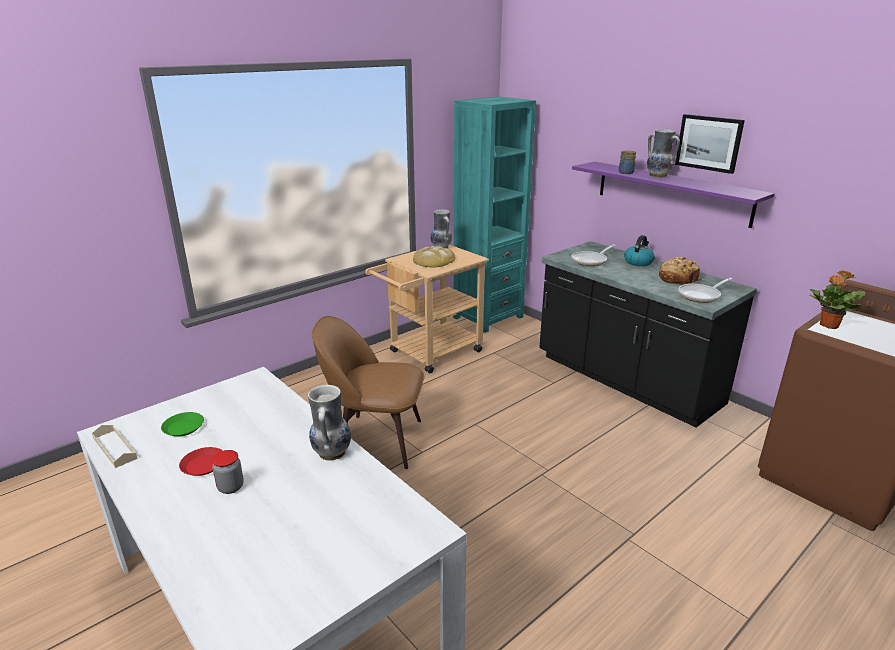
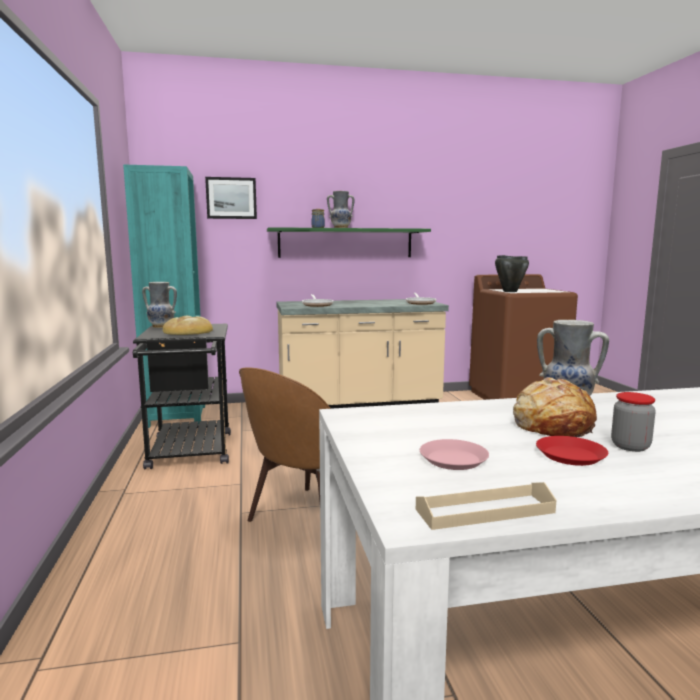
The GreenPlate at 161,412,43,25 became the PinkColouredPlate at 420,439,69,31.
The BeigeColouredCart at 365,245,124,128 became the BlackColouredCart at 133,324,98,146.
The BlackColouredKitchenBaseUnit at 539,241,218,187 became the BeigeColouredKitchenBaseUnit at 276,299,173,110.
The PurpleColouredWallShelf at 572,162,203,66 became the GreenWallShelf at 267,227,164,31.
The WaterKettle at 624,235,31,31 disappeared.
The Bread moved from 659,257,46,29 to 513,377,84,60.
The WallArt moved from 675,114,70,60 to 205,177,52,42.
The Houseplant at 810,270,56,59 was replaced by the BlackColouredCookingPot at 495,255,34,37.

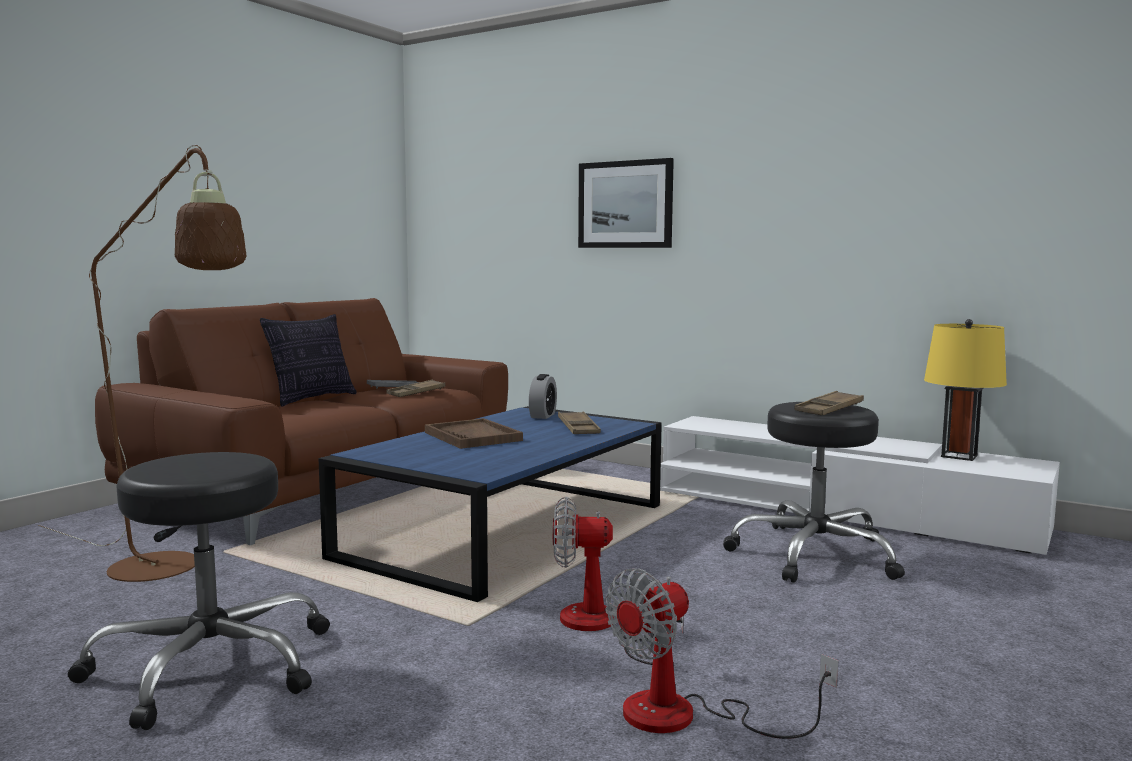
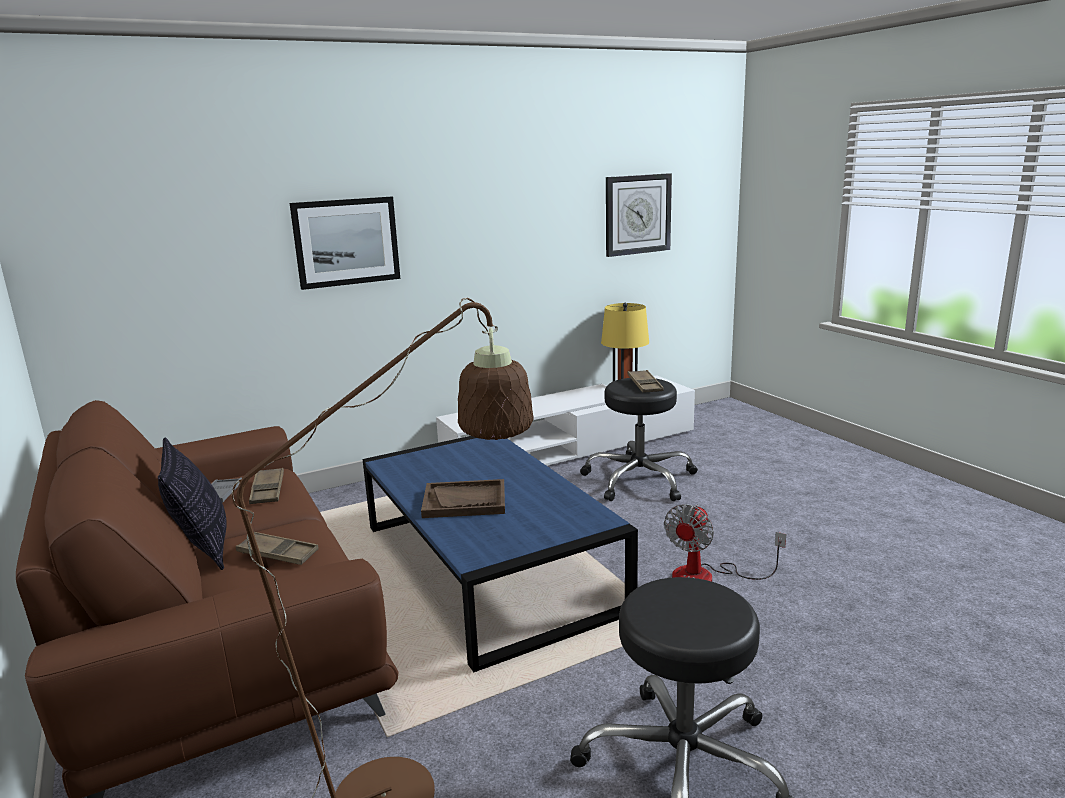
The AlarmClock at 529,374,28,45 disappeared.
The BrownColouredCarryingTray moved from 558,411,43,23 to 236,532,82,33.
The CoolingFan at 605,569,233,170 disappeared.
The HangingClock at 606,173,66,84 appeared.

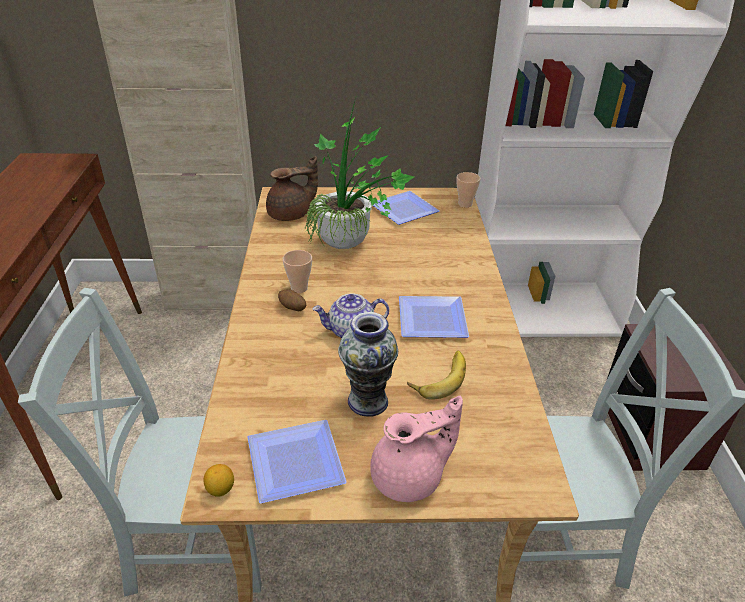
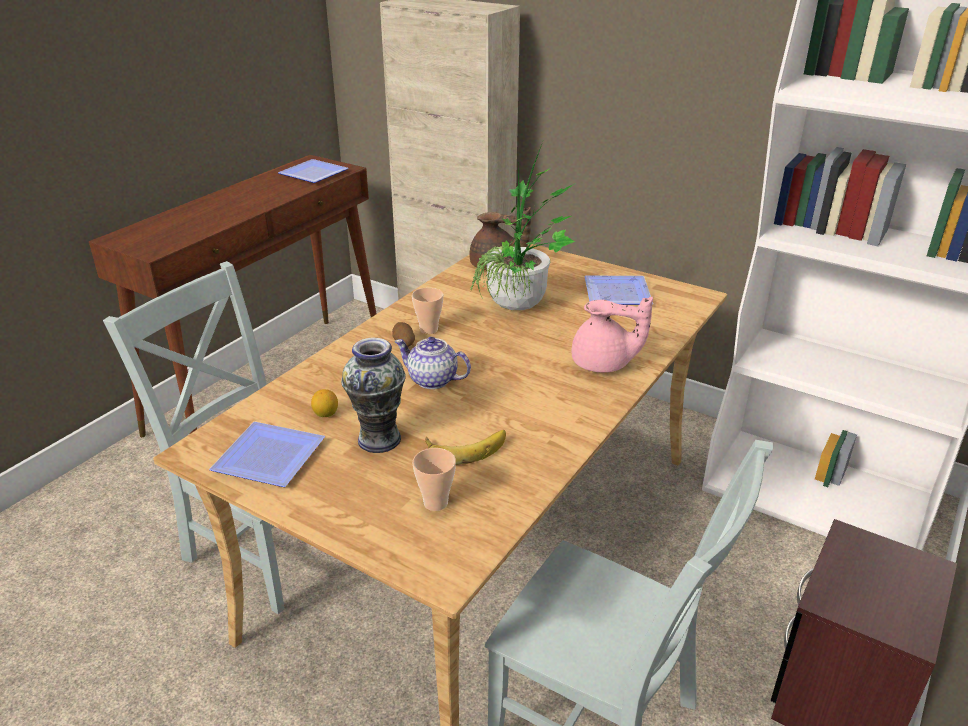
The WholeLemon moved from 204,464,30,33 to 311,389,27,28.
The PinkColouredTeaPot moved from 370,396,93,106 to 571,297,82,76.
The Plate moved from 399,296,70,42 to 278,159,71,24.
The SmallCup moved from 456,172,25,36 to 413,448,43,63.

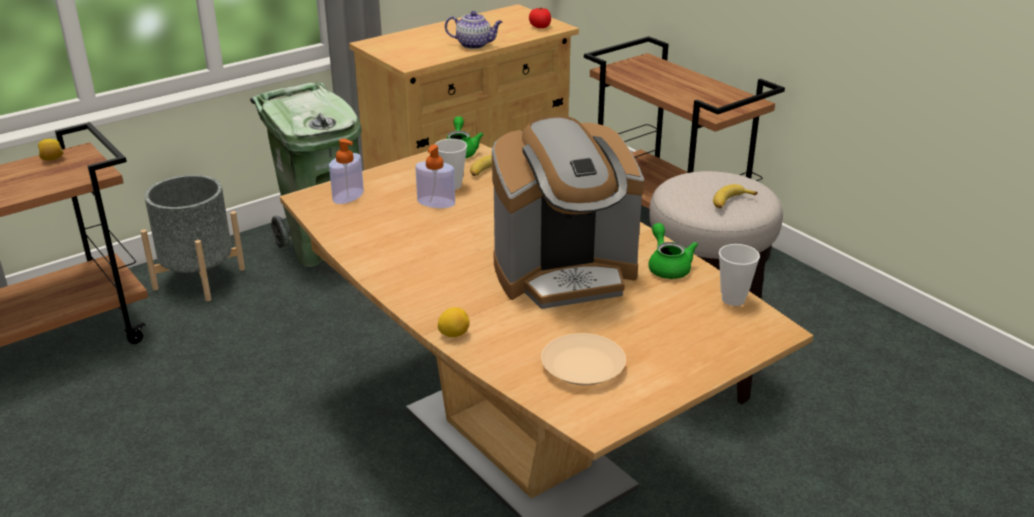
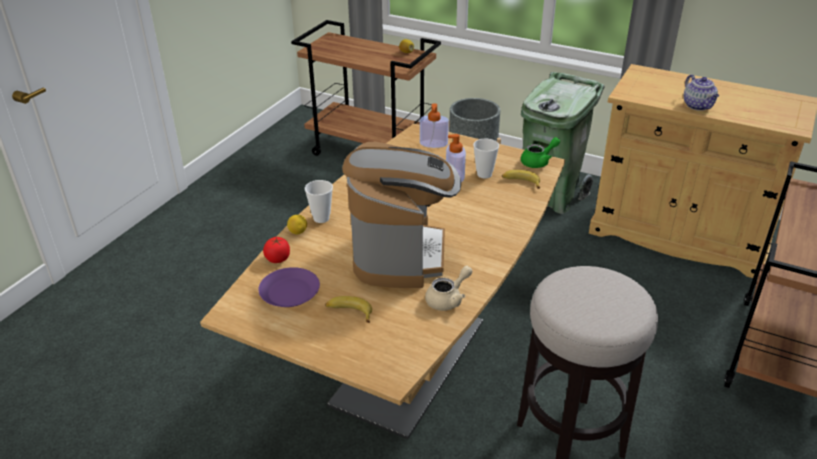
The CoffeeMachine at 492,116,152,193 turned 135 degrees counterclockwise.
The WholeTomato moved from 529,8,22,20 to 263,237,27,26.
The BeigeColouredPlate at 541,333,85,53 became the PurpleColouredPlate at 258,267,62,40.
The GreenTeaPot at 648,223,50,56 became the BeigeColouredTeaPot at 425,266,47,45.
The WholeBanana moved from 713,184,45,25 to 325,296,47,27.
The SmallCup moved from 719,244,41,62 to 305,180,28,43.

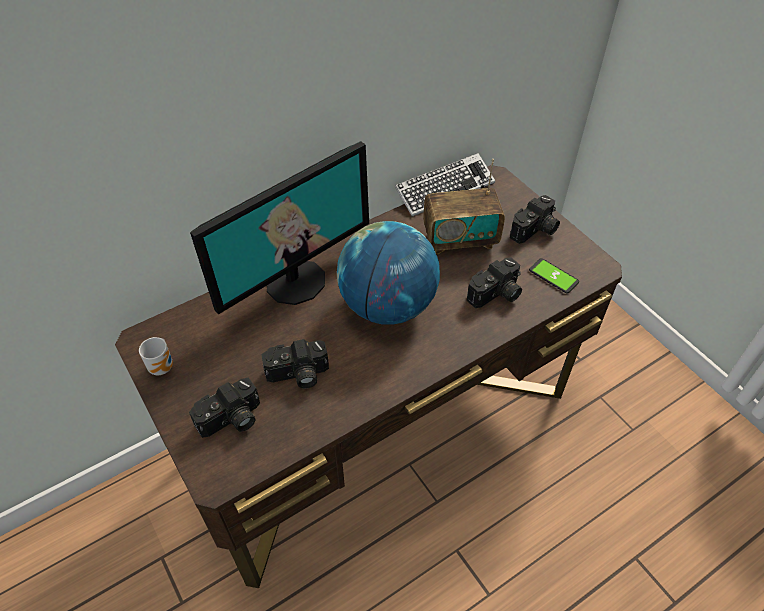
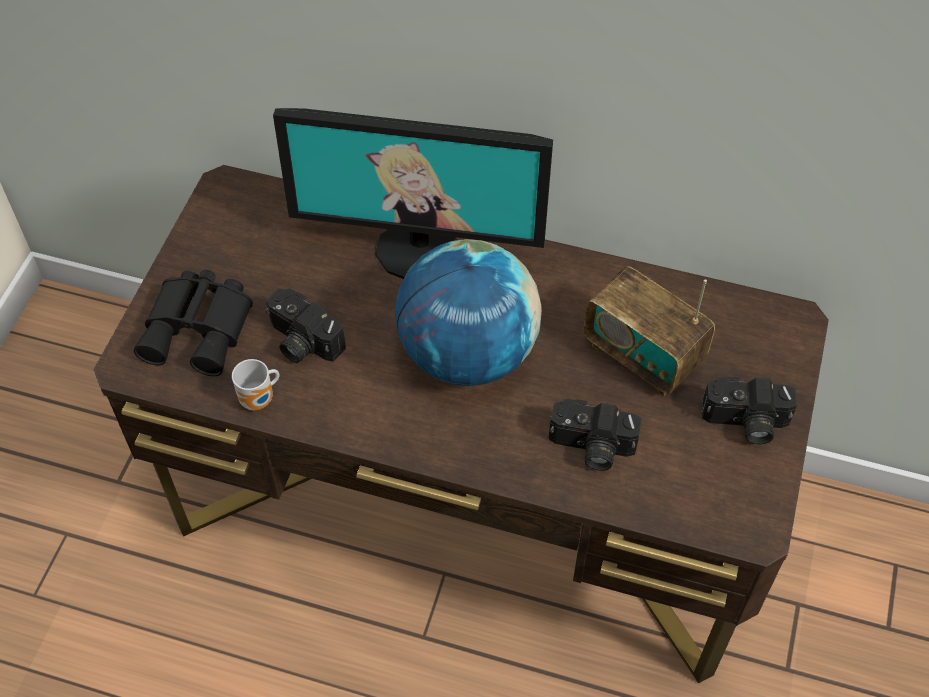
The CoffeeMug moved from 139,337,34,38 to 232,359,48,51.
The StillCamera at 189,377,71,61 was replaced by the BlackColouredFieldGlasses at 134,270,119,106.
The ComputerKeyboard at 395,153,100,64 disappeared.
The Phone at 529,258,50,35 disappeared.

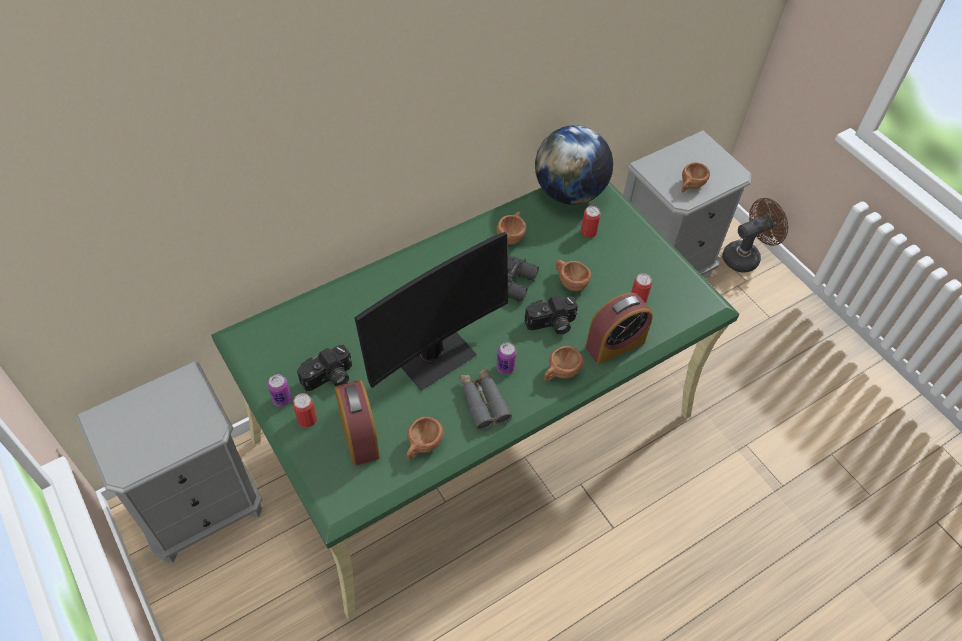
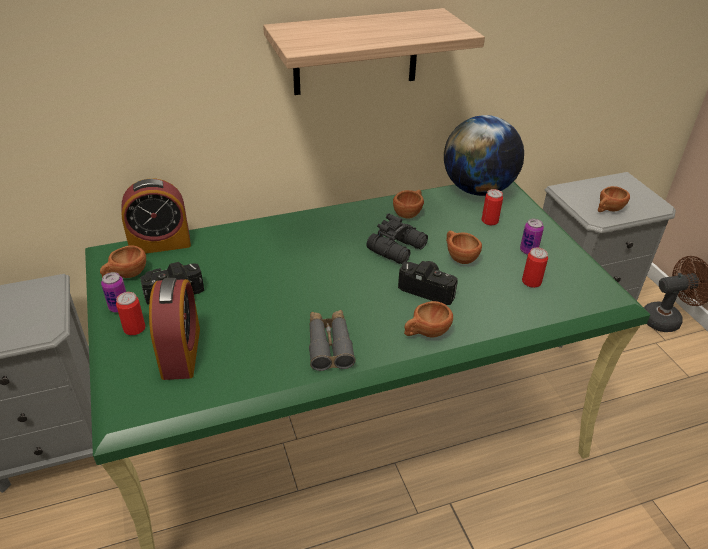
The ComputerScreen at 354,232,154,159 disappeared.
The BrownColouredSmallCup moved from 407,417,36,43 to 100,245,46,33.
The Can moved from 497,342,20,32 to 520,219,24,36.
The StillCamera at 524,295,54,39 turned 150 degrees counterclockwise.
The AlarmClock moved from 585,293,68,71 to 121,179,70,75.
The WallShelf at 263,8,222,87 appeared.

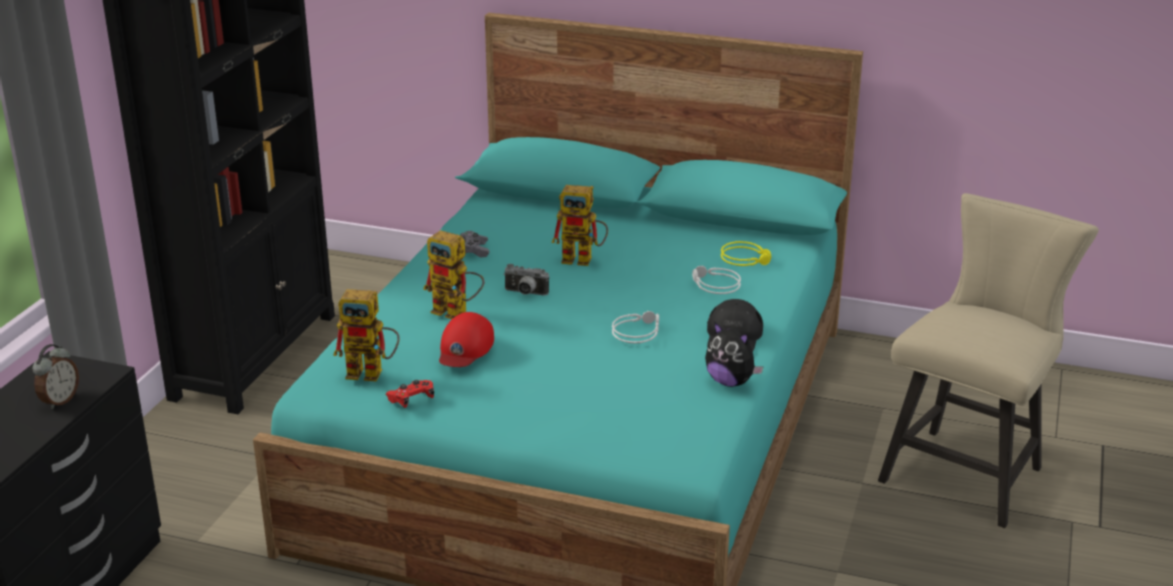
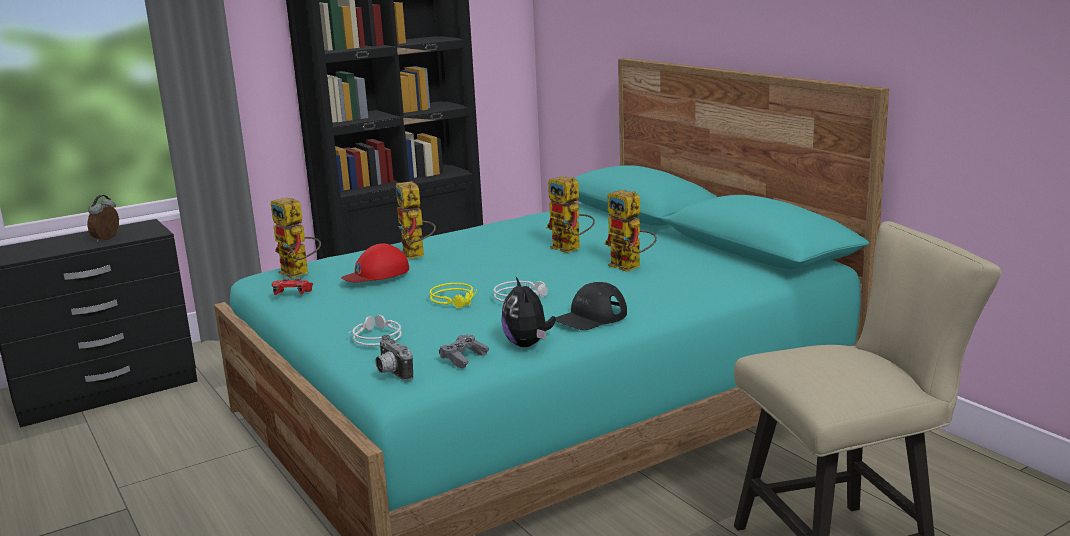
The AlarmClock at 32,344,47,65 turned 135 degrees clockwise.
The GrayGamepad moved from 461,231,29,26 to 439,335,50,33.
The StillCamera moved from 503,264,46,31 to 375,335,38,46.
The GrayPairOfHeadphones moved from 692,265,49,29 to 349,315,53,31.
The YellowPairOfHeadphones moved from 721,241,50,25 to 430,283,47,25.
The RobotFigure at 604,190,53,82 appeared.

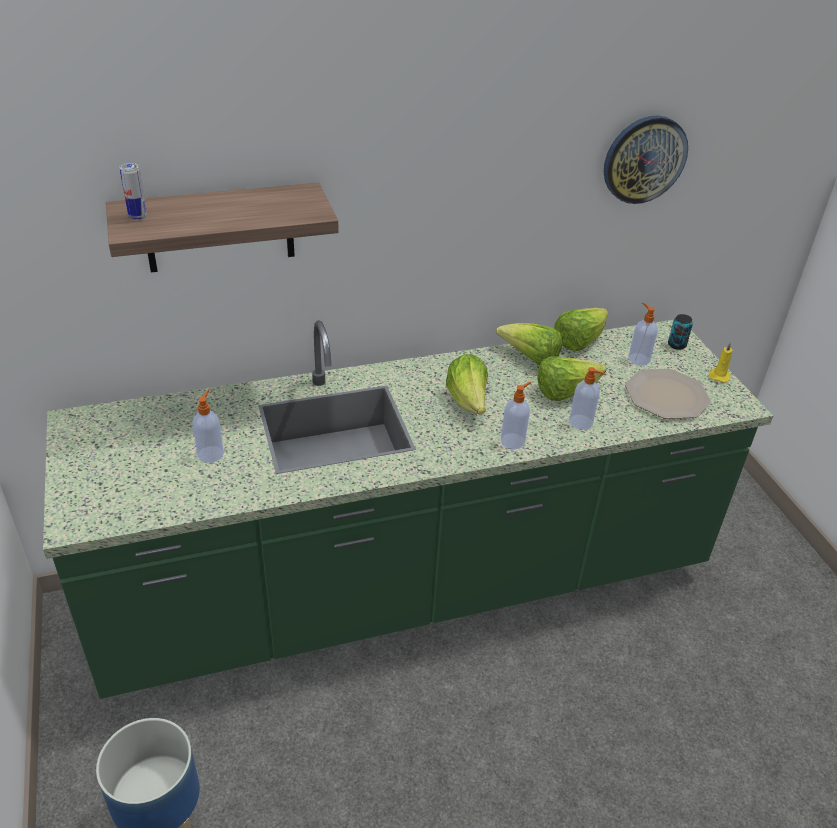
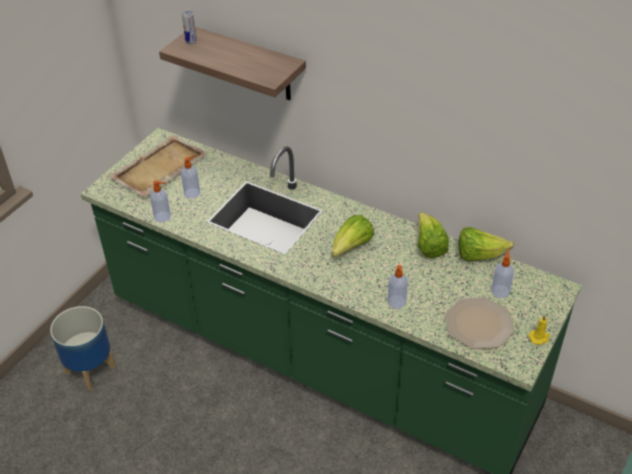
The LiquidSoapBottle moved from 501,382,30,67 to 150,180,21,42.
The LettuceHead at 537,356,69,45 disappeared.
The HangingClock at 604,115,84,89 disappeared.
The Can at 668,314,25,36 disappeared.
The BeigeColouredCarryingTray at 108,135,100,63 appeared.

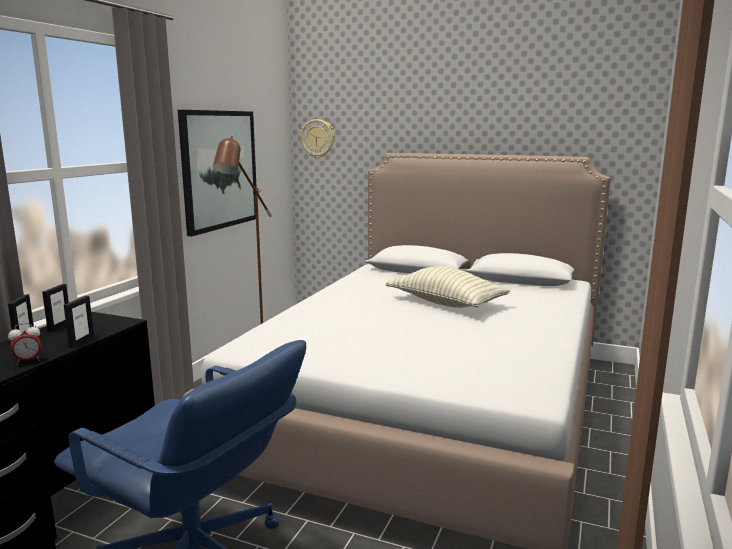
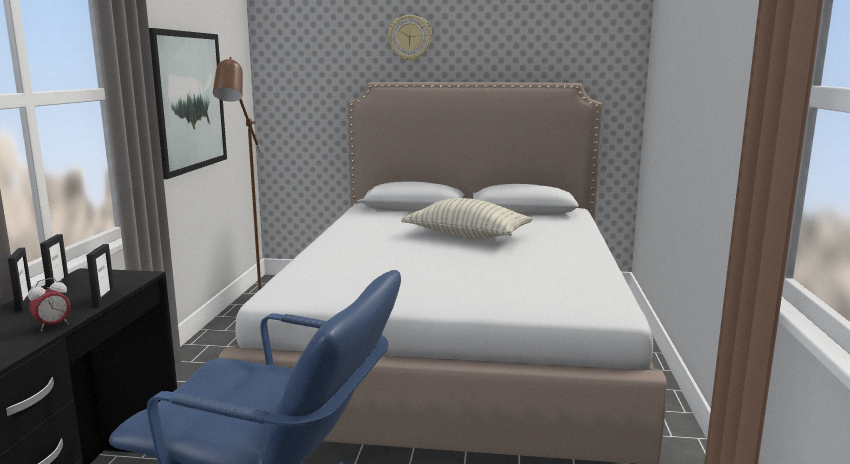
The HangingClock moved from 300,119,34,39 to 388,15,44,46.

